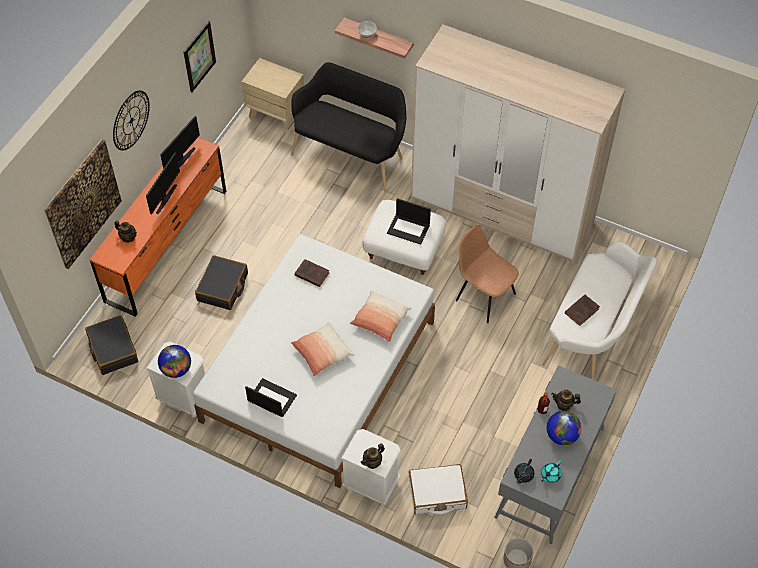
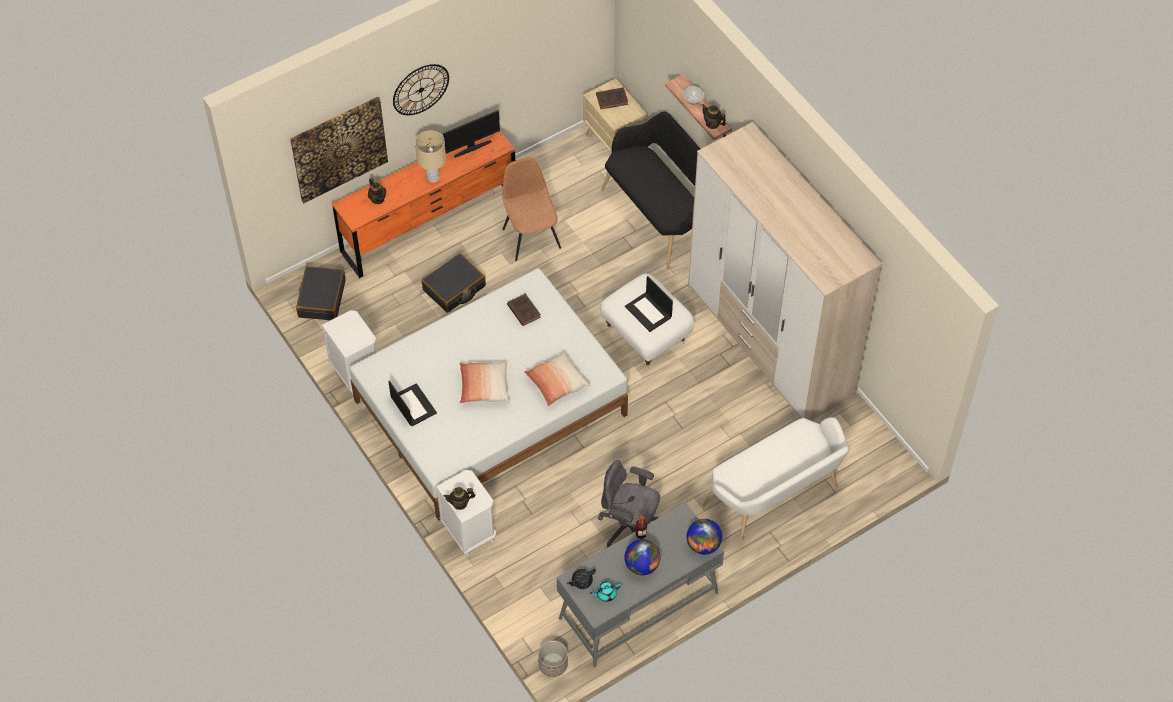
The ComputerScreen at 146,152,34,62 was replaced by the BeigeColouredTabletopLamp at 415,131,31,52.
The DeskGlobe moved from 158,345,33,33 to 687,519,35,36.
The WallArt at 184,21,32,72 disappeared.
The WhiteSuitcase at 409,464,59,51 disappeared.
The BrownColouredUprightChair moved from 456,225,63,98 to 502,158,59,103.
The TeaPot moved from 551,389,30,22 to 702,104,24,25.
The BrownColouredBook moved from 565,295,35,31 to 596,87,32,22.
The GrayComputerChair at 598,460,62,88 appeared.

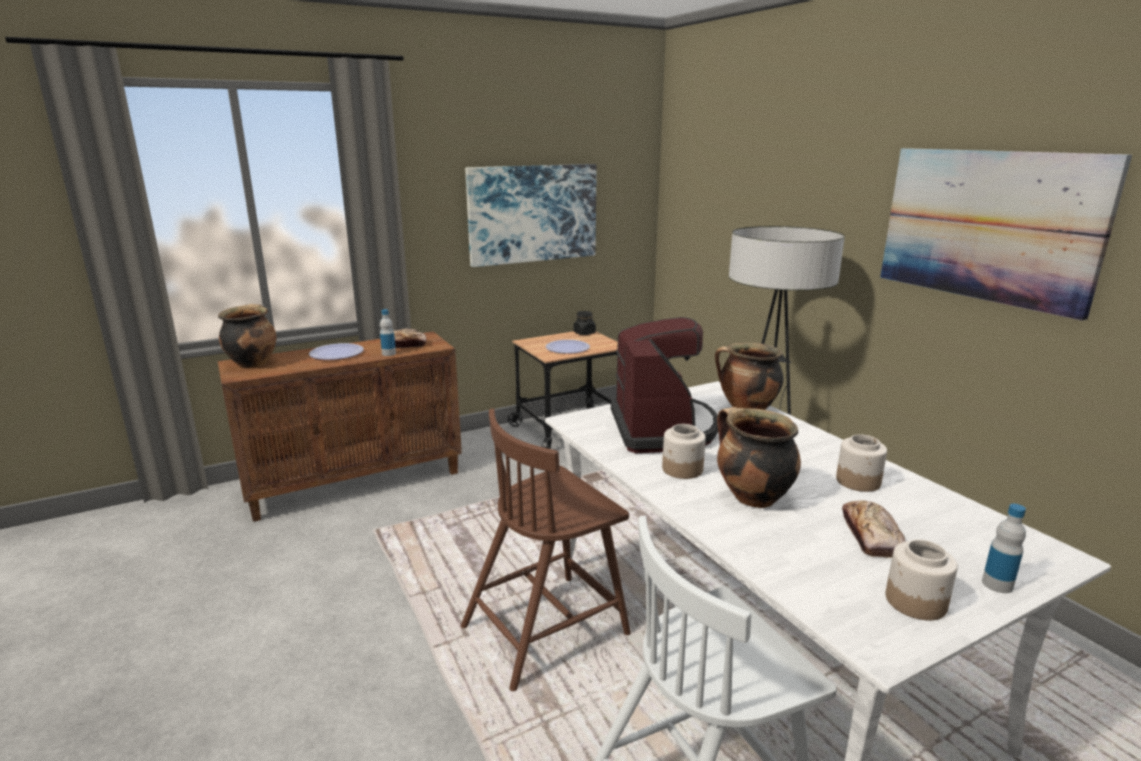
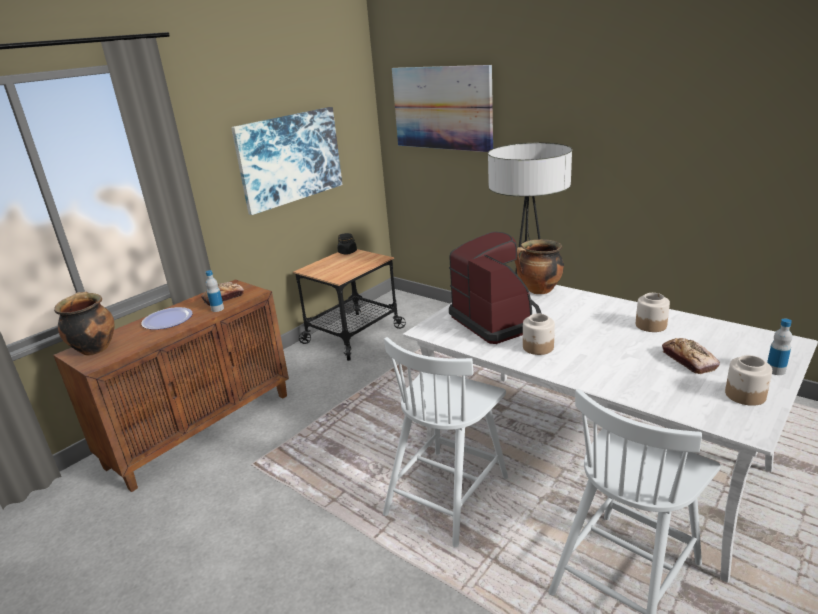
The BrownColouredUprightChair at 461,408,170,283 became the WhiteUprightChair at 383,337,125,210.
The Plate at 546,340,44,14 disappeared.
The CookingPot at 717,407,84,101 disappeared.
The WallArt moved from 880,148,252,173 to 392,65,101,87.

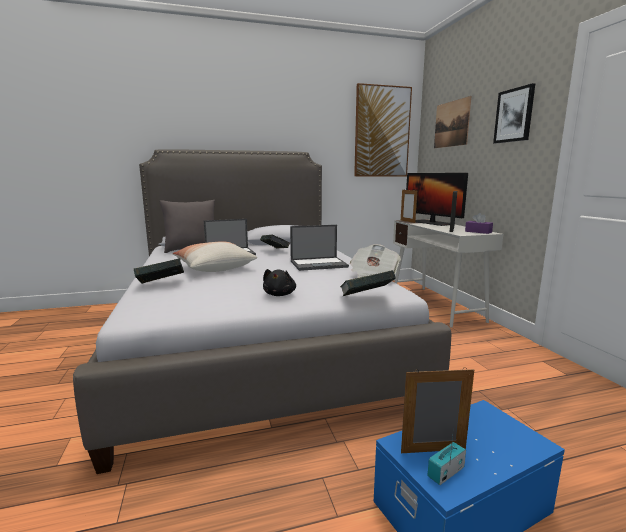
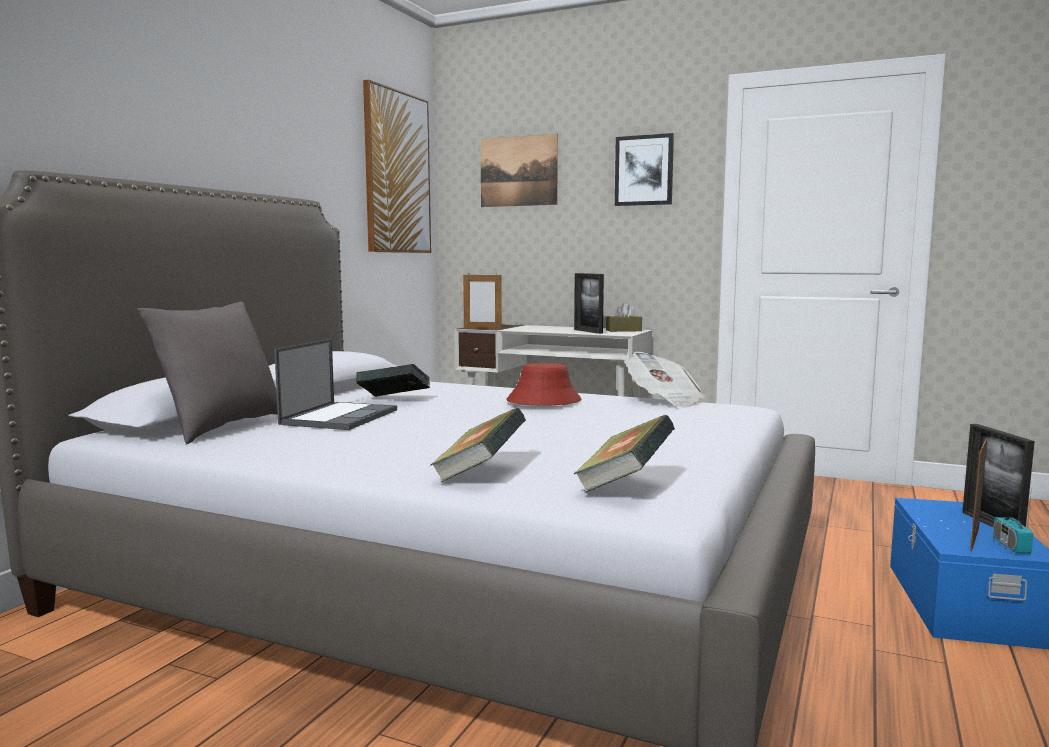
The Pillow at 173,241,84,31 disappeared.
The BlackColouredCuddlyToy at 263,269,33,27 disappeared.
The Laptop at 290,225,59,46 was replaced by the ReddishWearableHat at 506,363,76,42.
The Book moved from 340,270,56,26 to 574,415,101,78.
The ComputerScreen at 406,173,62,53 disappeared.
The PurpleColouredBoxOfTissues at 465,213,28,21 became the BrownColouredBoxOfTissues at 606,303,36,29.
The PhotoFrame at 962,424,73,103 appeared.

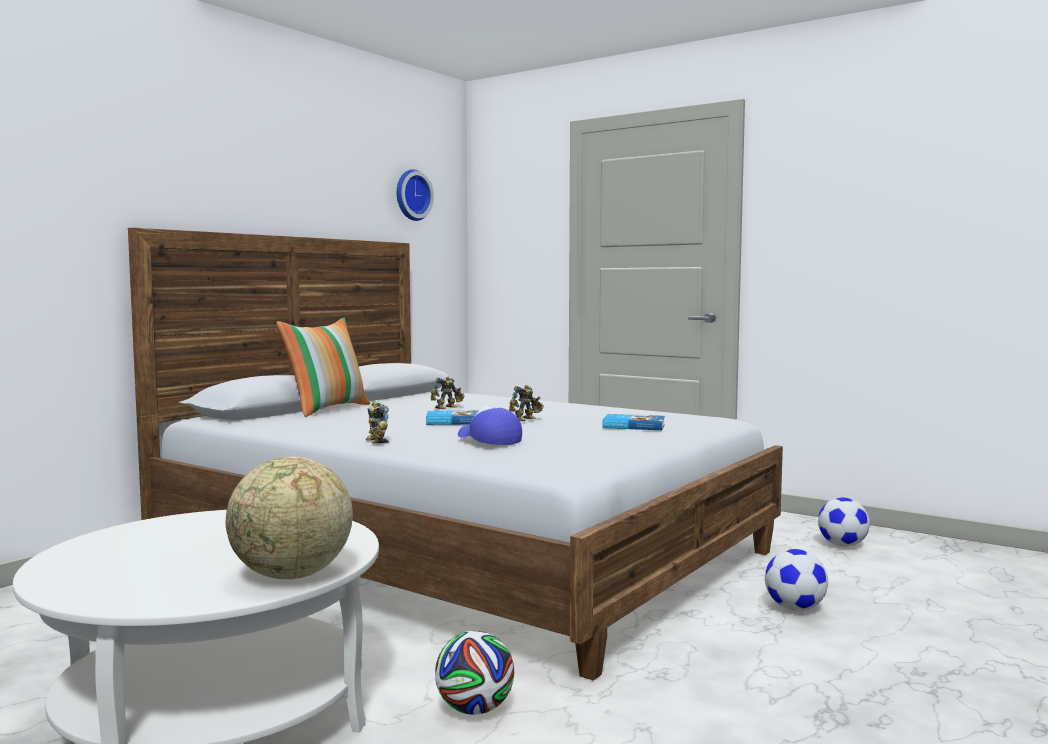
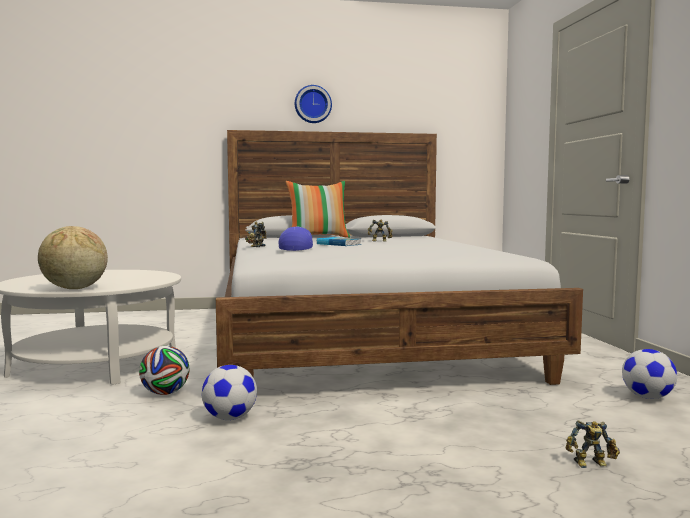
The HangingClock moved from 397,169,37,52 to 295,85,37,38.
The RobotFigure moved from 509,385,35,36 to 566,420,54,48.
The Book at 603,414,62,16 disappeared.
The FootballBall moved from 765,549,63,62 to 202,365,55,55.

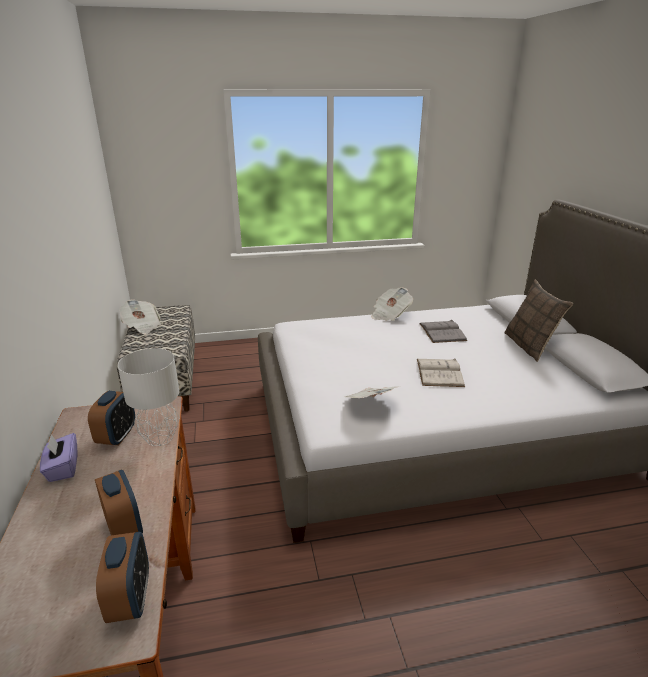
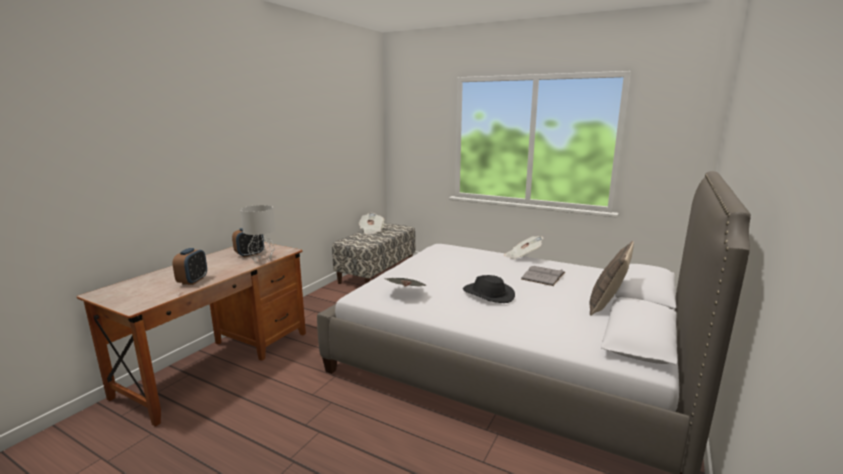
The PurpleColouredBoxOfTissues at 40,433,37,49 disappeared.
The AlarmClock at 96,532,53,91 disappeared.
The WhiteBook at 417,358,48,29 was replaced by the BlackColouredWearableHat at 463,275,52,28.

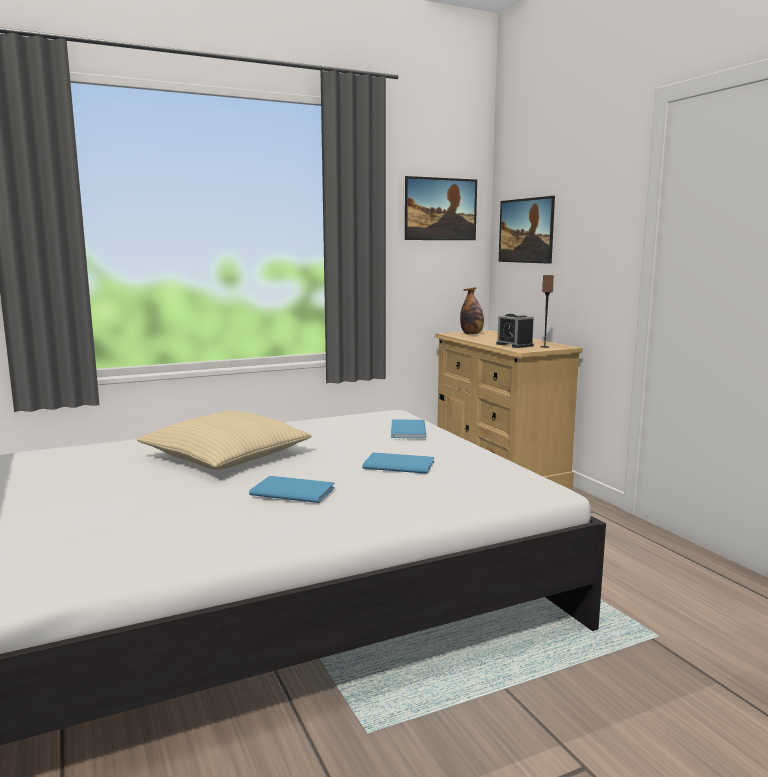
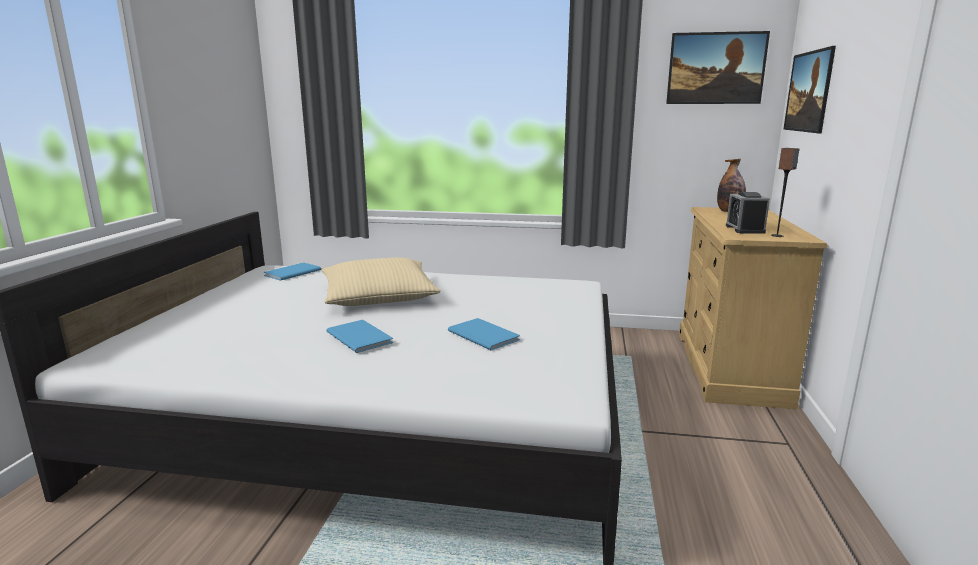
The BlueColouredBook moved from 391,420,35,18 to 264,263,57,18.

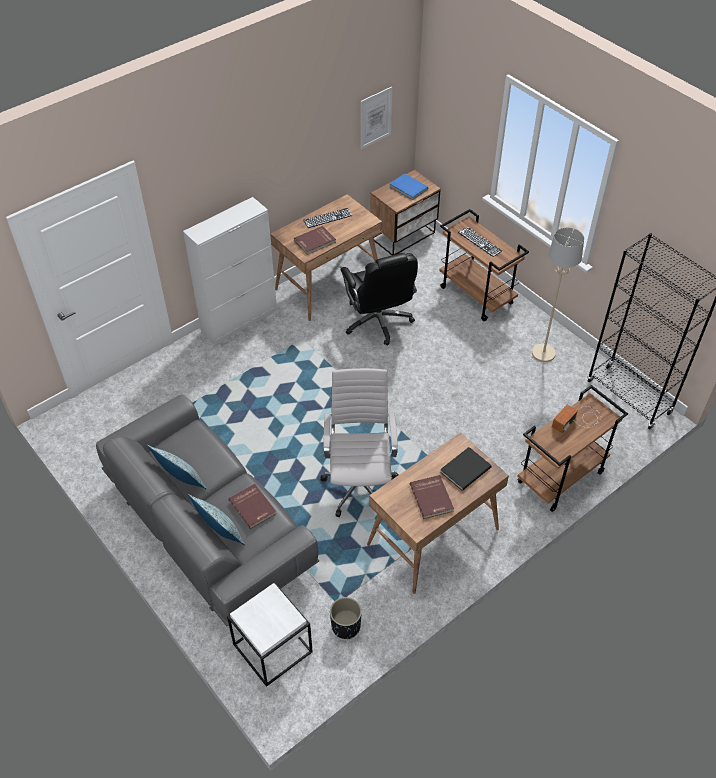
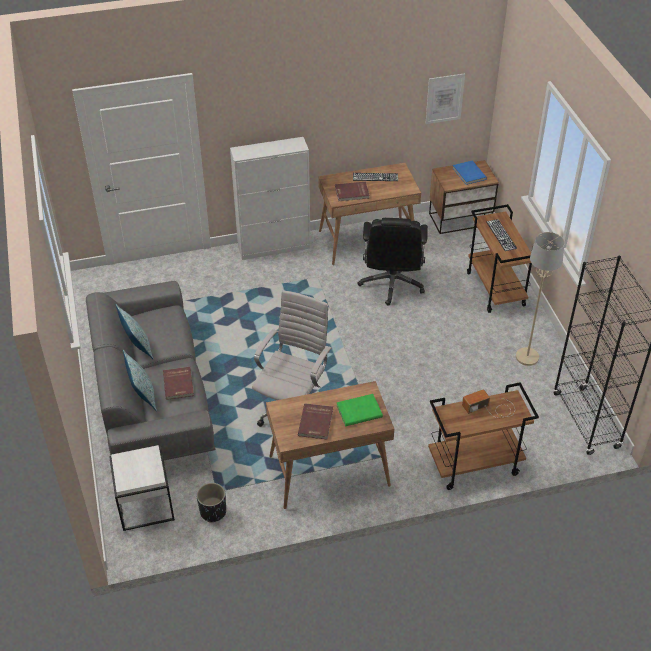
The BlackColouredBook at 440,447,52,44 became the GreenBook at 336,394,47,32.

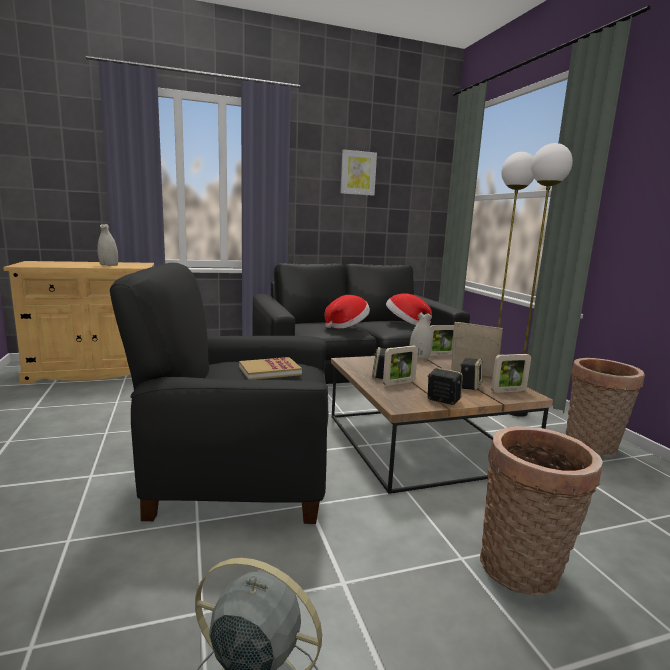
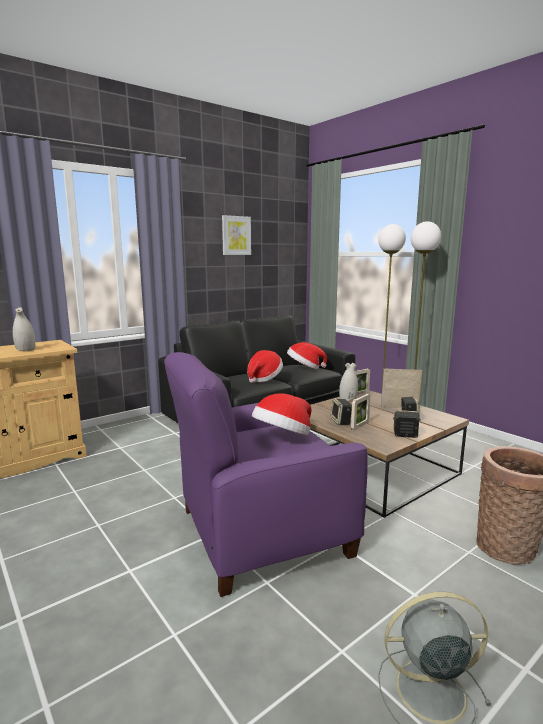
The BlackColouredEasyChair at 110,263,218,261 became the PurpleColouredEasyChair at 164,352,204,245.
The Book at 239,357,63,23 was replaced by the WearableHat at 252,393,59,43.
The PhotoFrame at 491,354,40,39 disappeared.
The HouseholdBasket at 566,358,79,98 disappeared.

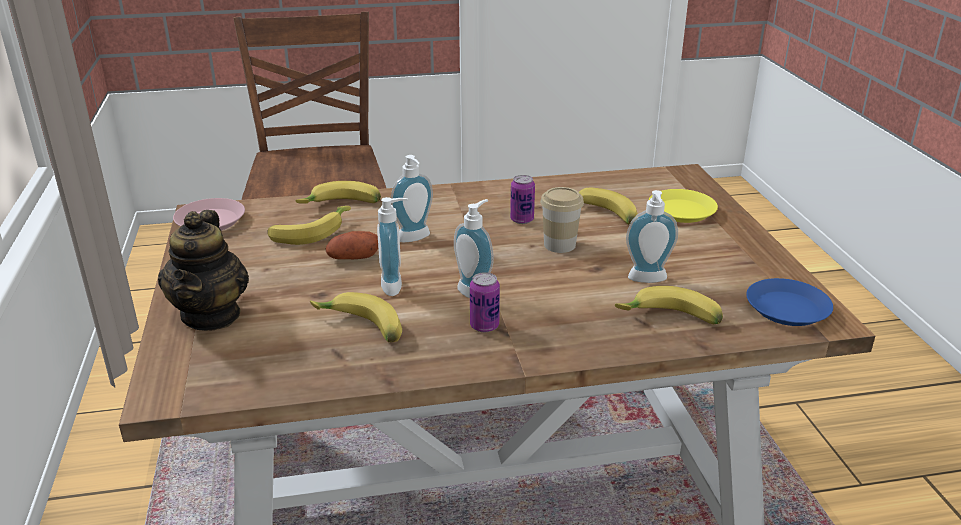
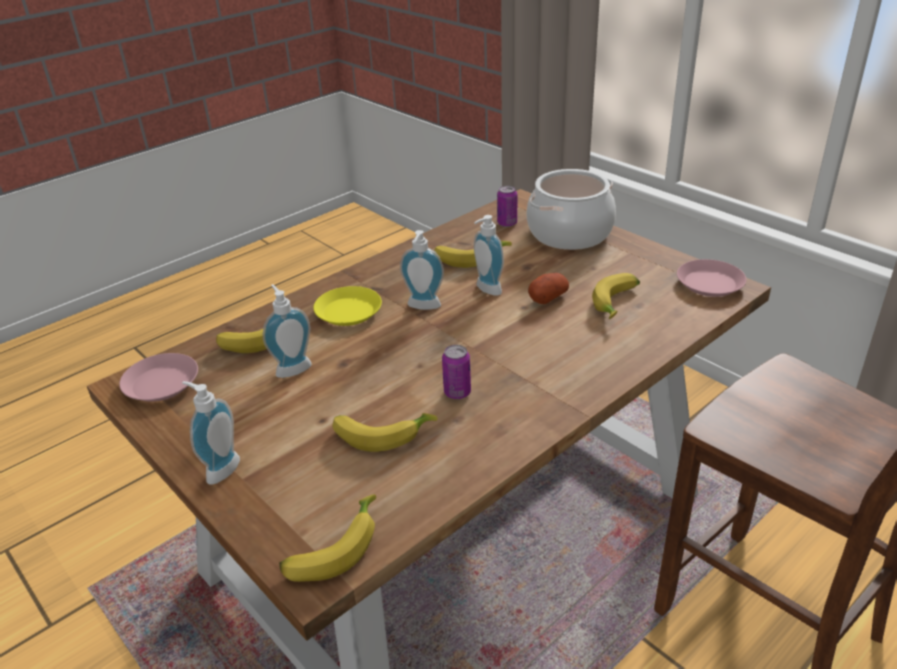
The TeaPot at 158,210,91,121 was replaced by the CookingPot at 527,169,89,81.
The WholeBanana moved from 296,181,85,23 to 279,494,97,88.
The LiquidSoapBottle moved from 391,155,42,88 to 182,381,58,104.
The Can moved from 470,272,30,60 to 497,186,20,41.
The SmallCup at 540,187,44,66 disappeared.
The YellowPlate moved from 649,189,69,34 to 313,286,69,40.
The BlueColouredPlate at 746,278,87,48 became the PinkColouredPlate at 119,353,79,49.

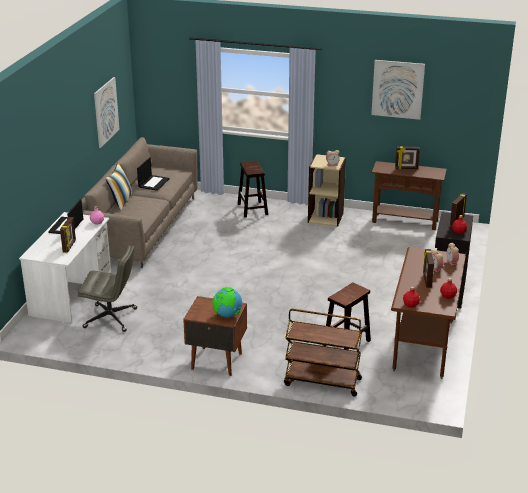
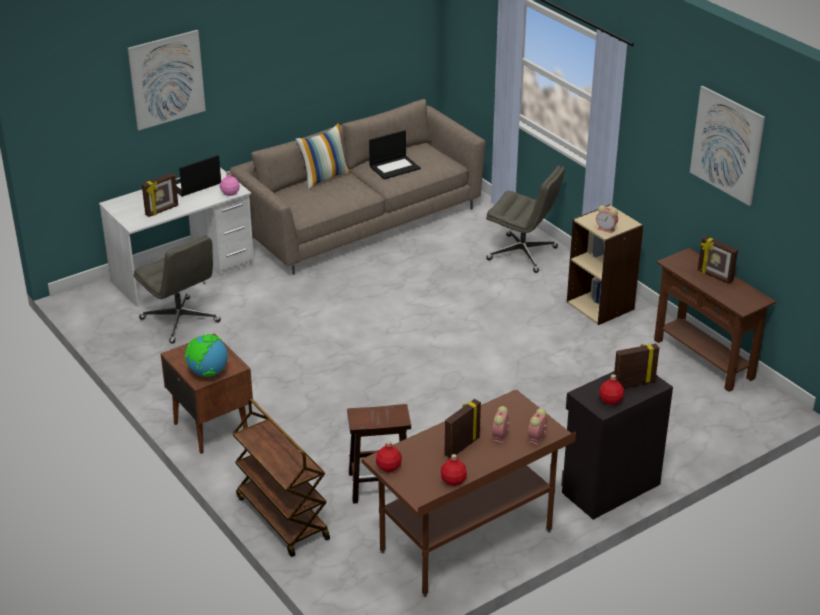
The WallArt moved from 94,77,25,71 to 128,30,78,100.
The BrownColouredStool at 237,160,31,58 was replaced by the GrayComputerChair at 486,165,79,108.

